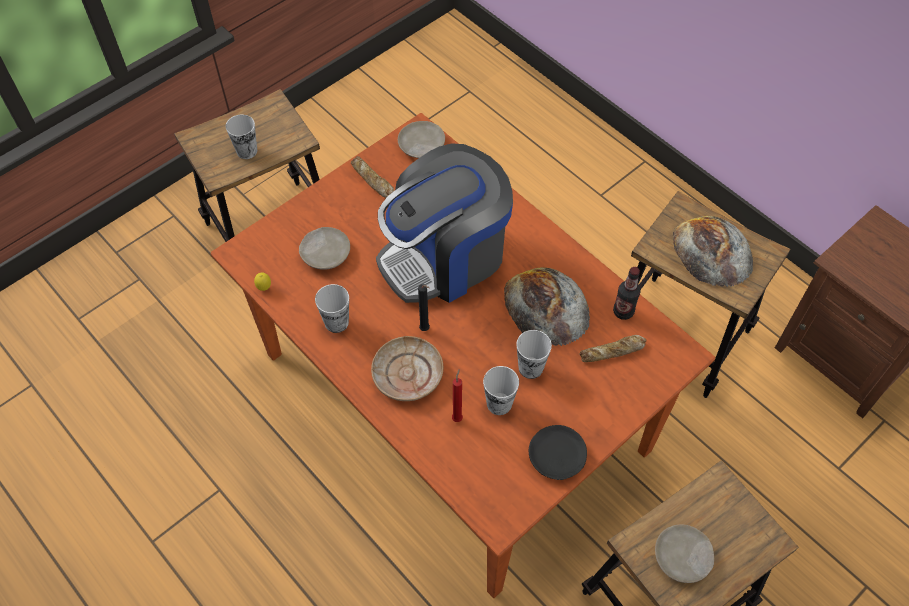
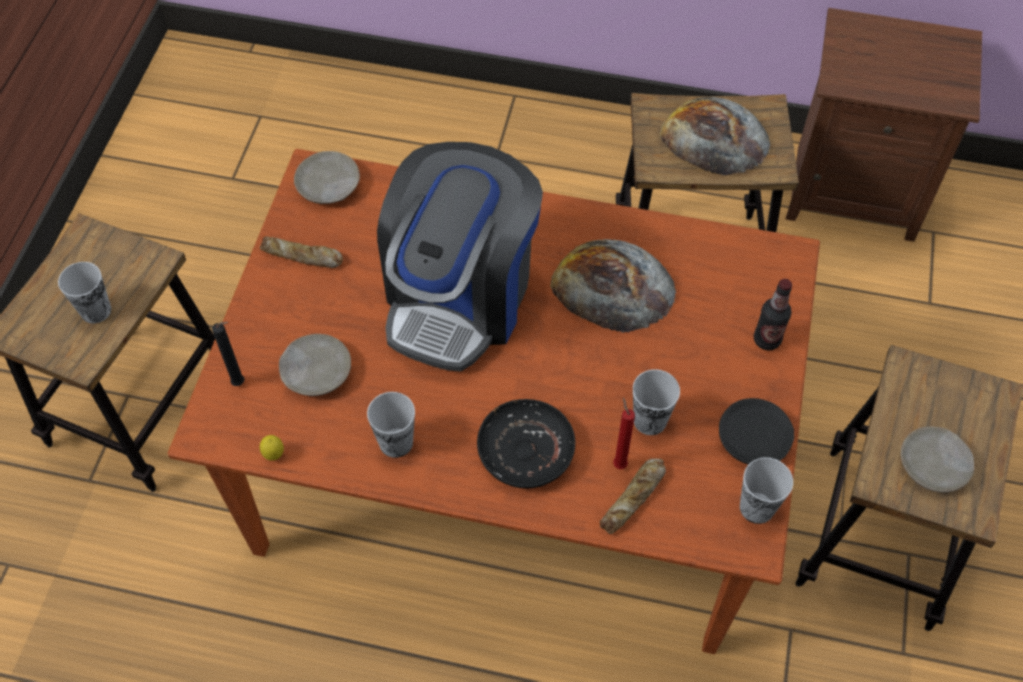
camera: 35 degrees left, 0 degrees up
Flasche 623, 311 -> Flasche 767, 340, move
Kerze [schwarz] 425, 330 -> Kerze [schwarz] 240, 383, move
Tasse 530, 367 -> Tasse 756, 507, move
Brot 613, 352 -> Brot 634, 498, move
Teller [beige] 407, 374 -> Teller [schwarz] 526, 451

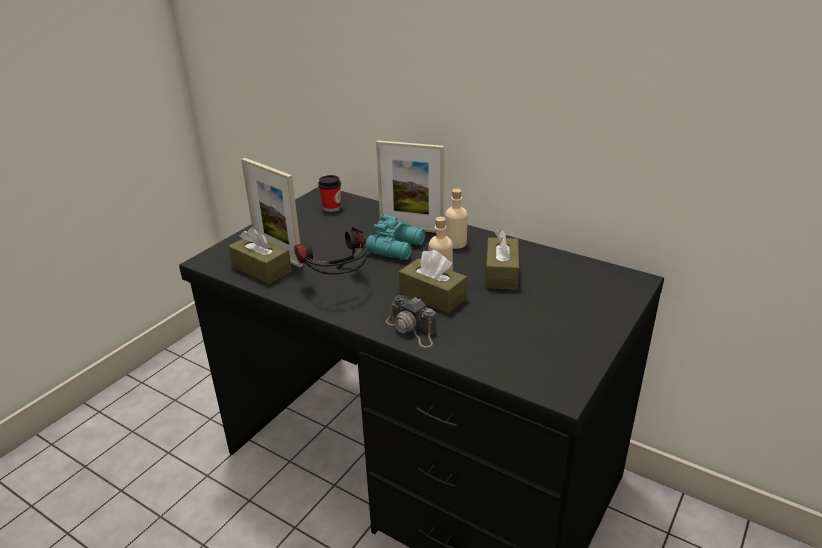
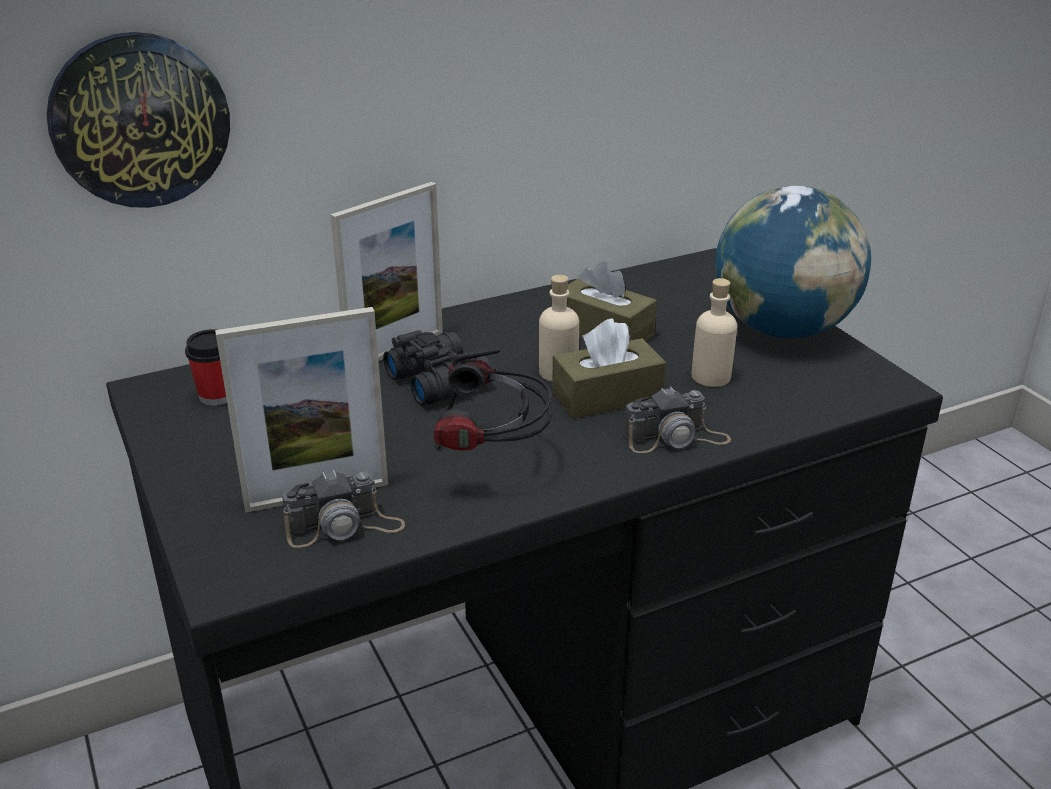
camera: 60 degrees left, 0 degrees up
Flasche [beige] 455, 243 -> Flasche [beige] 711, 377, move
Fernglas [türkis] 398, 247 -> Fernglas [schwarz] 439, 379
Taschentuchbox [braun] 261, 269 -> Kamera 344, 526
none -> Wanduhr 140, 120
none -> Globus 783, 329

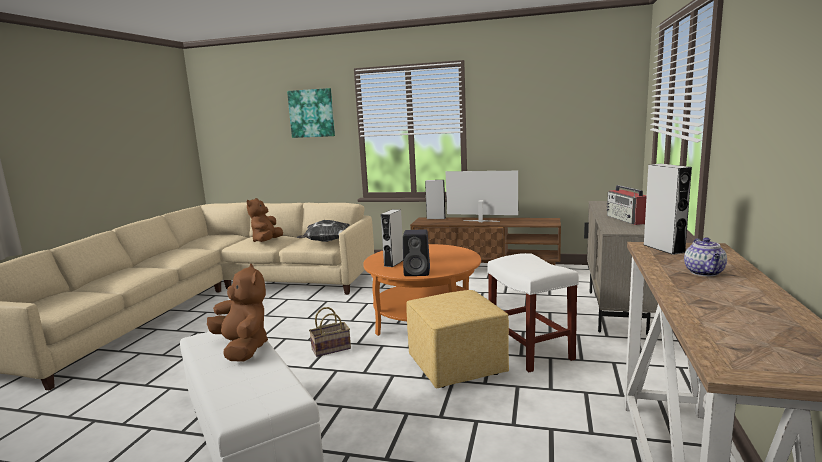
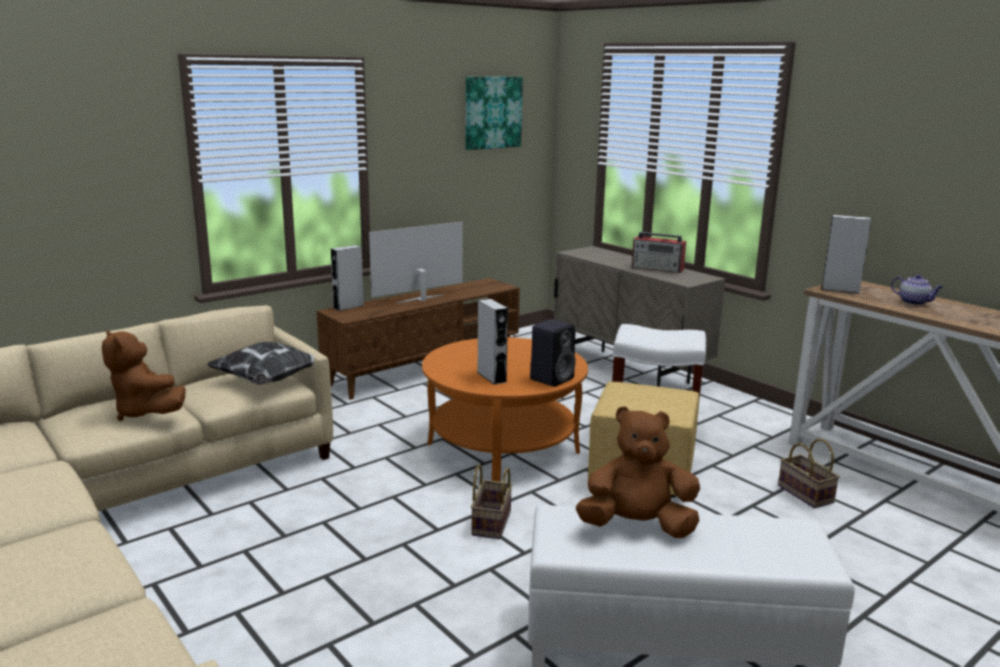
camera: 55 degrees left, 5 degrees up
Bild 311, 113 -> Bild 492, 112, move
none -> Korb 803, 494

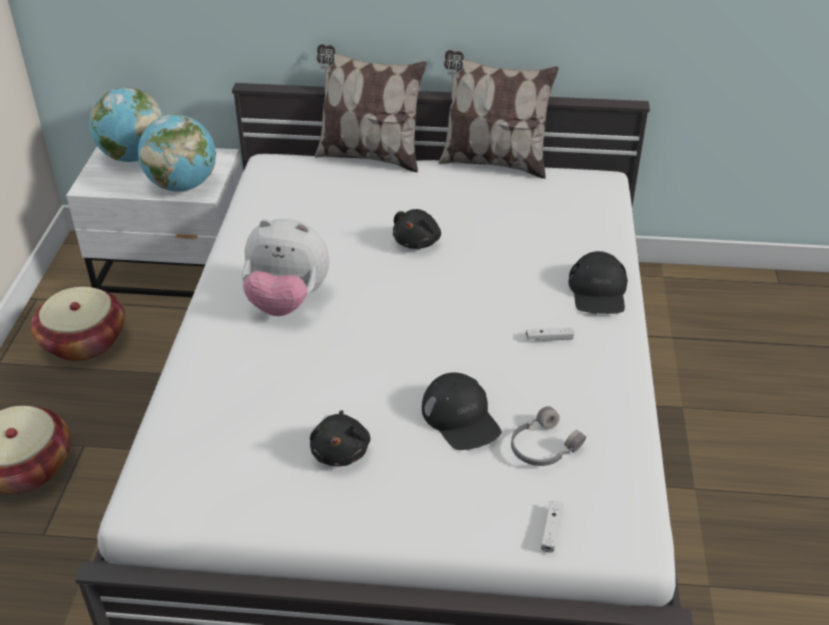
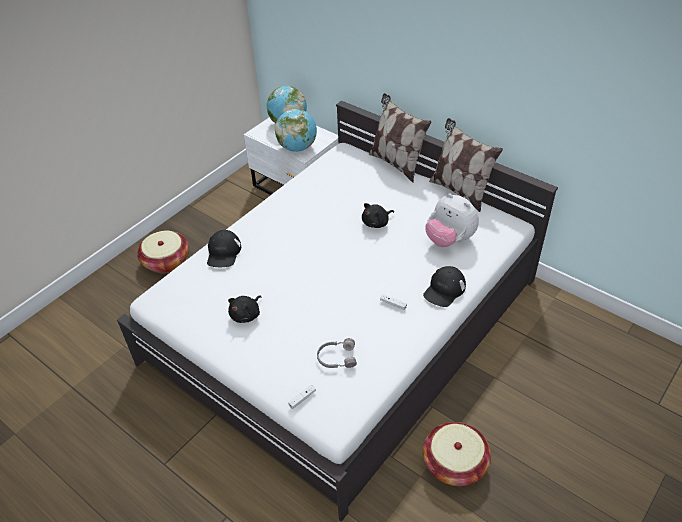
camera: 35 degrees right, 5 degrees up
Plüschtier 287, 302 -> Plüschtier 449, 240, move
Korb 84, 341 -> Korb 454, 463, move
Kappe [schwarz] 461, 418 -> Kappe [schwarz] 223, 252, move

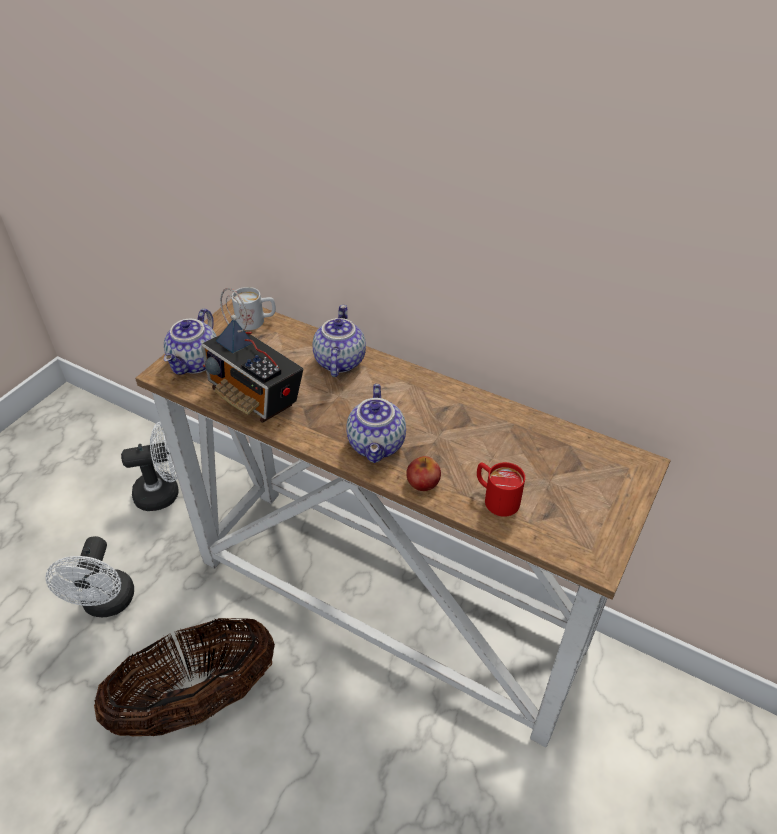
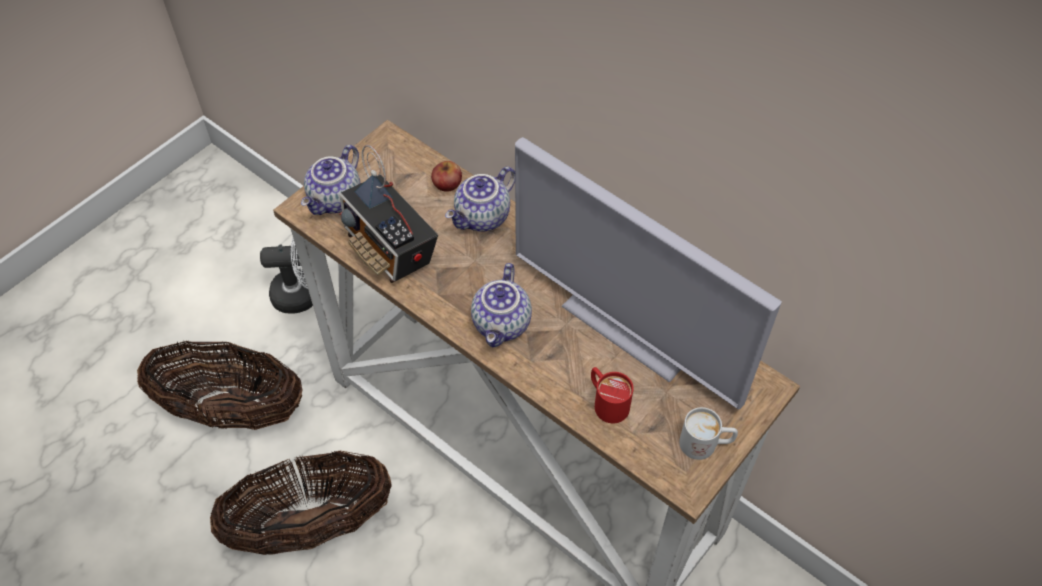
camera: 10 degrees right, 10 degrees up
Henkelbecher [weiß] 256, 321 -> Henkelbecher [weiß] 706, 444, move
Teekanne 338, 361 -> Teekanne 483, 218, 150 degrees counterclockwise
Apfel 423, 481 -> Apfel 447, 183, move
Ventilator [weiß] 107, 604 -> Korb 232, 410
none -> Fernseher 629, 328

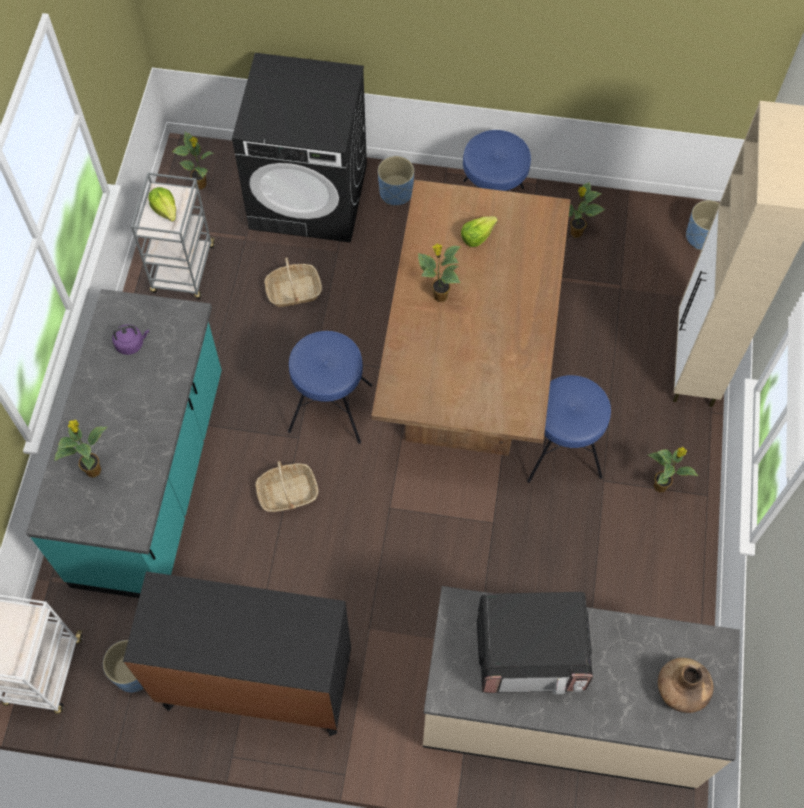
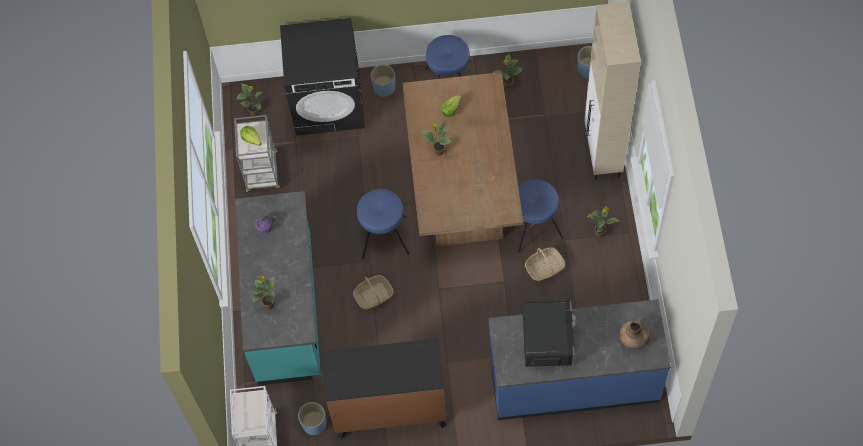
camera: 10 degrees left, 0 degrees up
Korb 294, 292 -> Korb 544, 268, move
Küchenzeile [beige] 562, 711 -> Küchenzeile [blau] 573, 379
Mikrowelle 531, 651 -> Mikrowelle 547, 340, 75 degrees counterclockwise

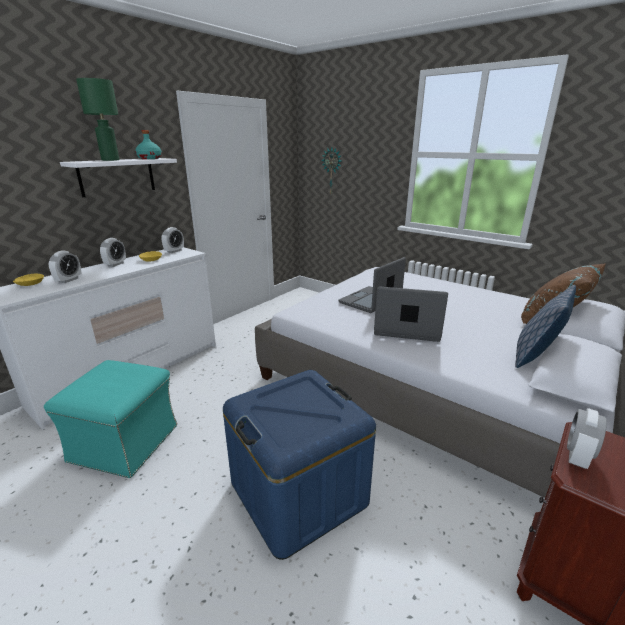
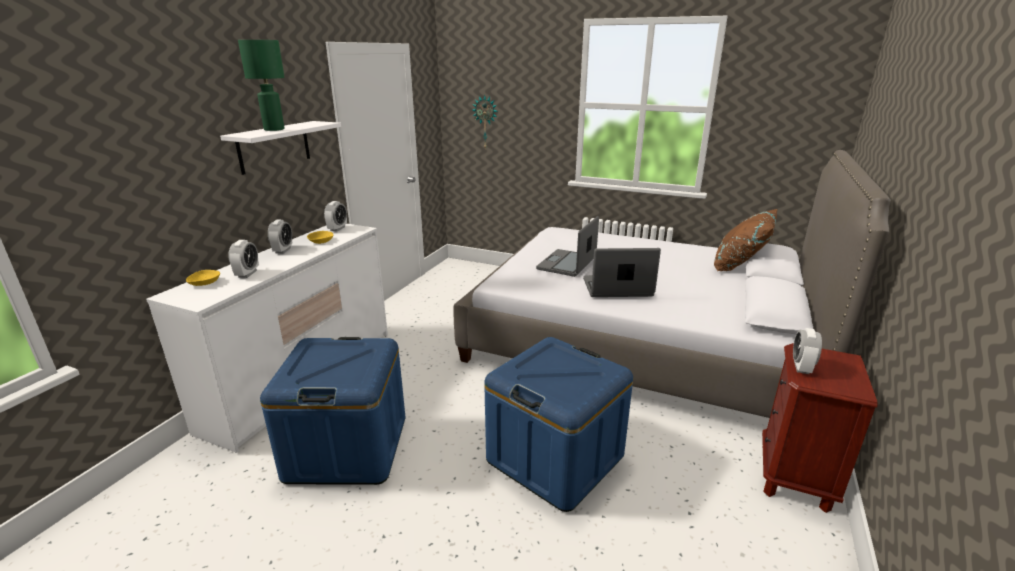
camera: 15 degrees left, 0 degrees up
Flasche [türkis] 150, 158 -> none
Kissen 535, 356 -> none
Polsterhocker [türkis] 125, 442 -> Aufbewahrungsbox [blau] 347, 448

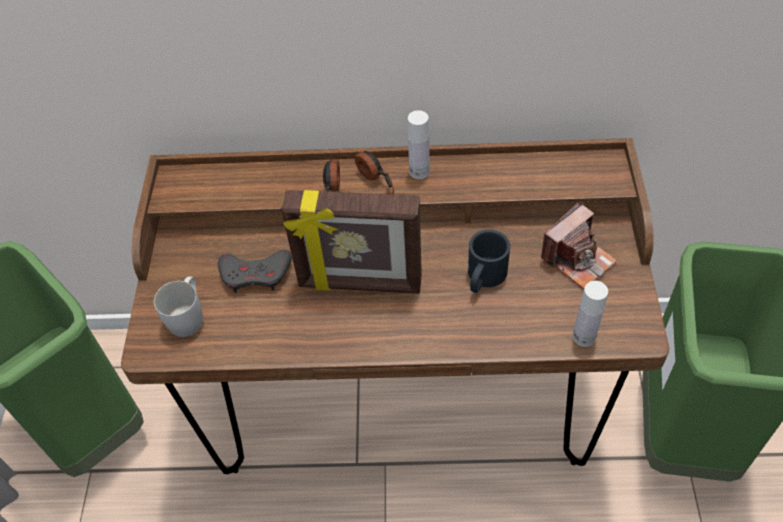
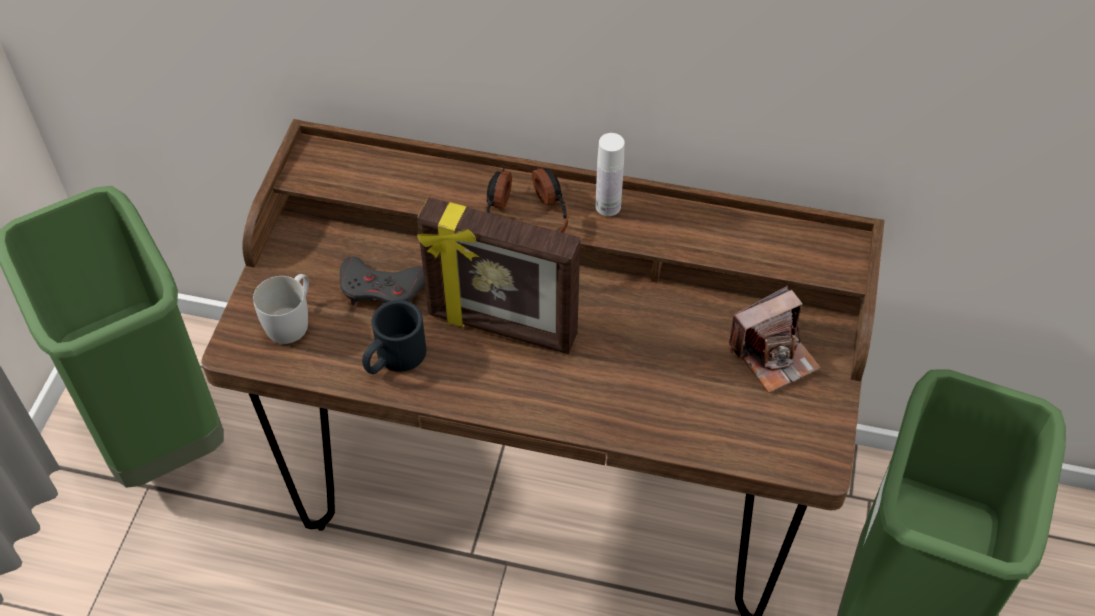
camera: 10 degrees right, 0 degrees up
Henkelbecher [schwarz] 483, 278 -> Henkelbecher [schwarz] 393, 359, move
Flasche [weiß] 584, 337 -> none

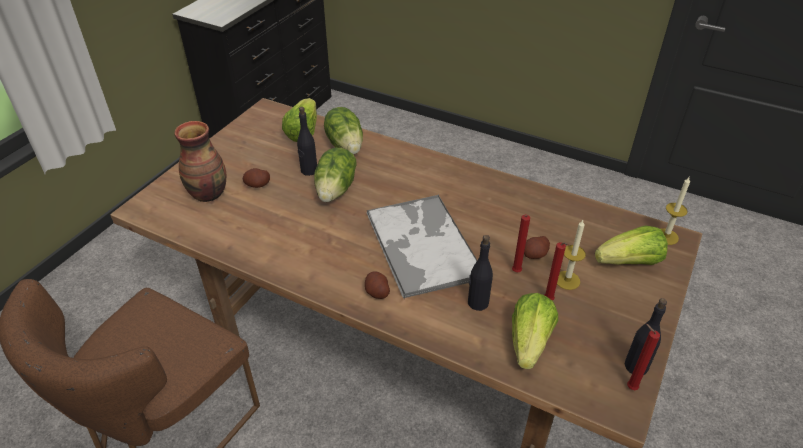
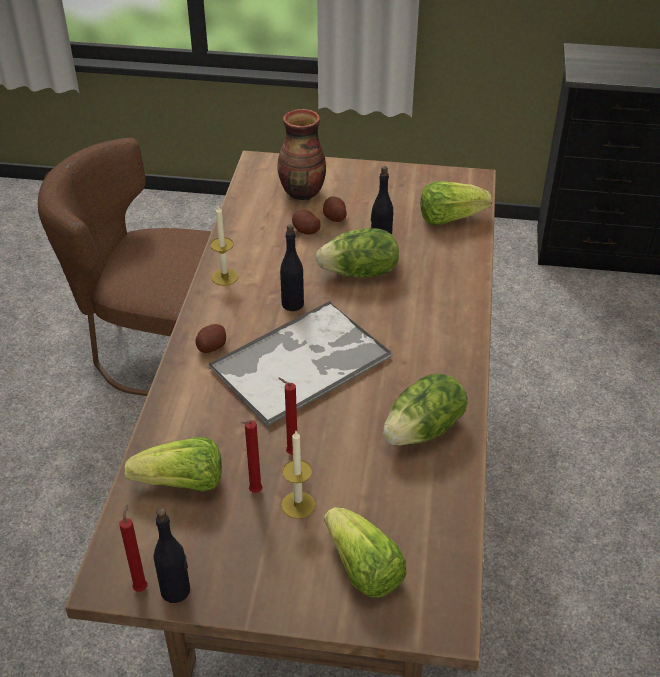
camera: 70 degrees right, 0 degrees up
Salatkopf 346, 145 -> Salatkopf 424, 430, move
Kerze 666, 236 -> Kerze 224, 277, move
Flasche [schwarz] 477, 302 -> Flasche [schwarz] 292, 304, move
Kartoffel 535, 254 -> Kartoffel 306, 230, move

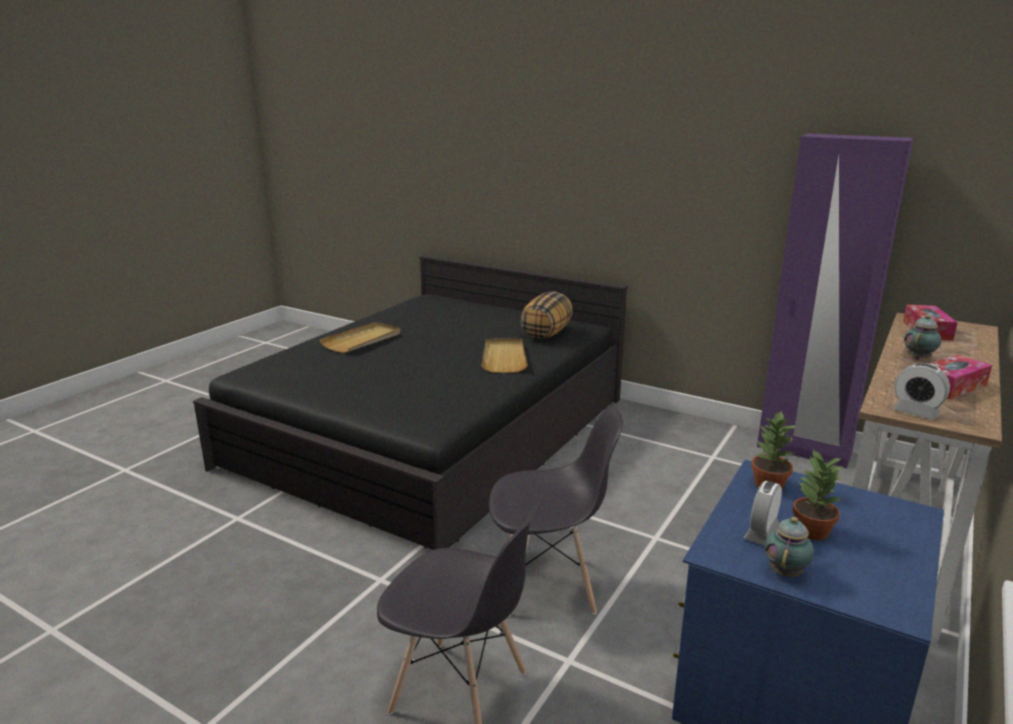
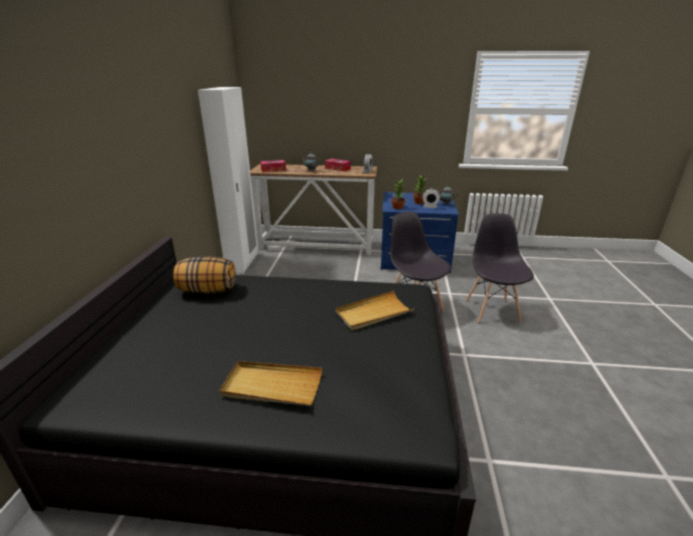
camera: 115 degrees left, 5 degrees up
Kleiderschrank [lila] 803, 450 -> Kleiderschrank [weiß] 243, 262
Tablett [beige] 504, 357 -> Tablett [beige] 373, 313, move

